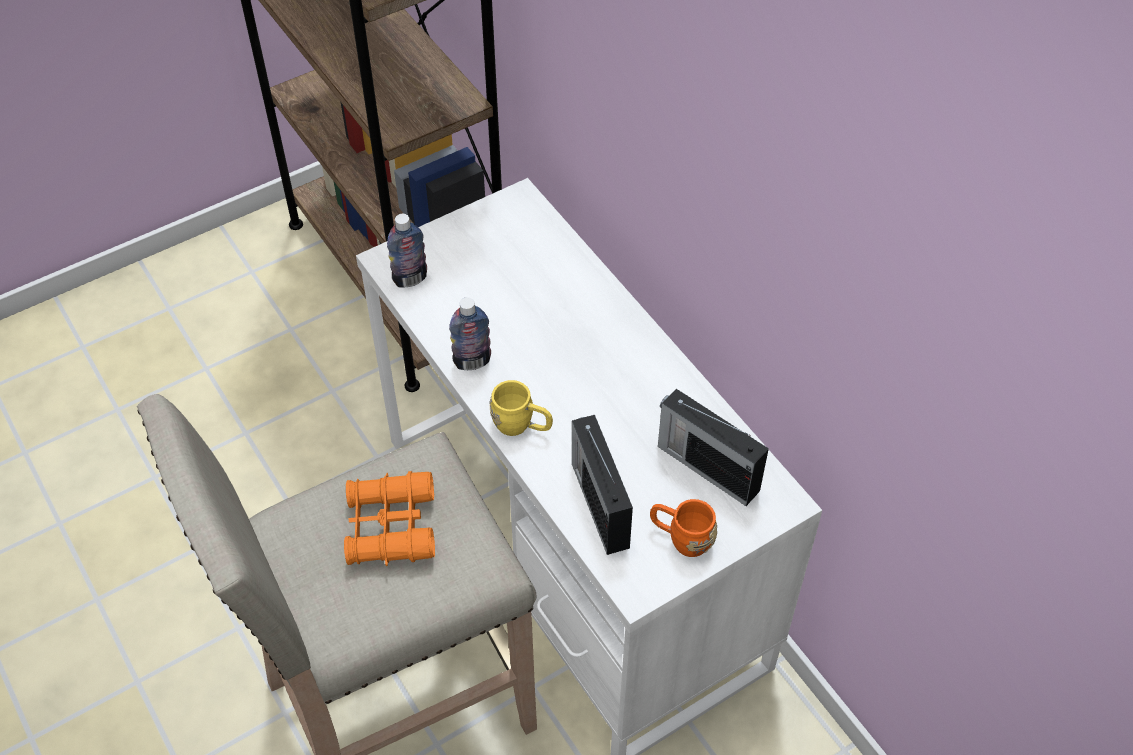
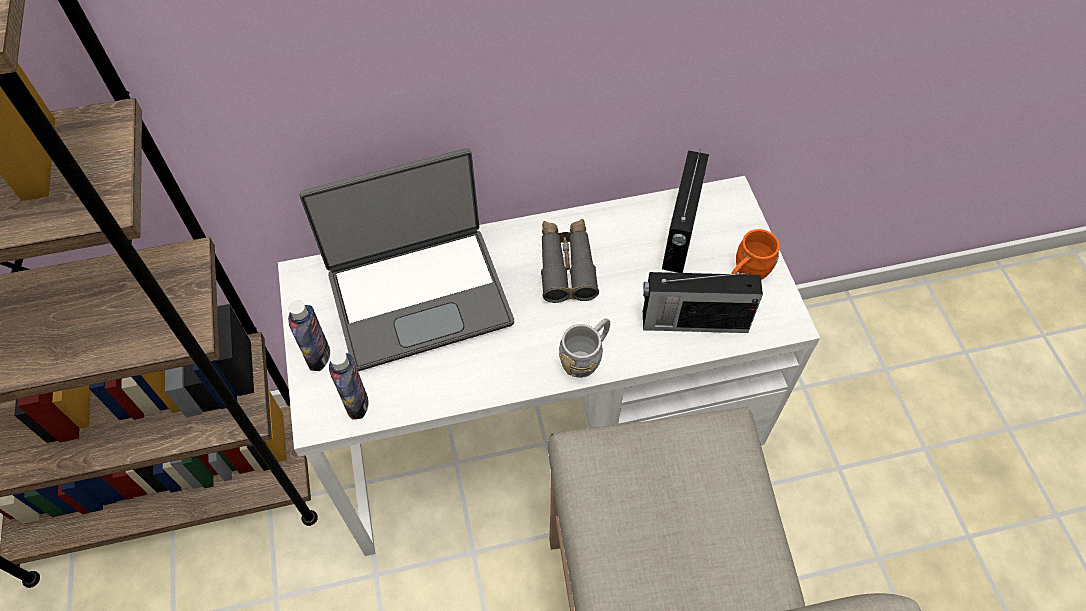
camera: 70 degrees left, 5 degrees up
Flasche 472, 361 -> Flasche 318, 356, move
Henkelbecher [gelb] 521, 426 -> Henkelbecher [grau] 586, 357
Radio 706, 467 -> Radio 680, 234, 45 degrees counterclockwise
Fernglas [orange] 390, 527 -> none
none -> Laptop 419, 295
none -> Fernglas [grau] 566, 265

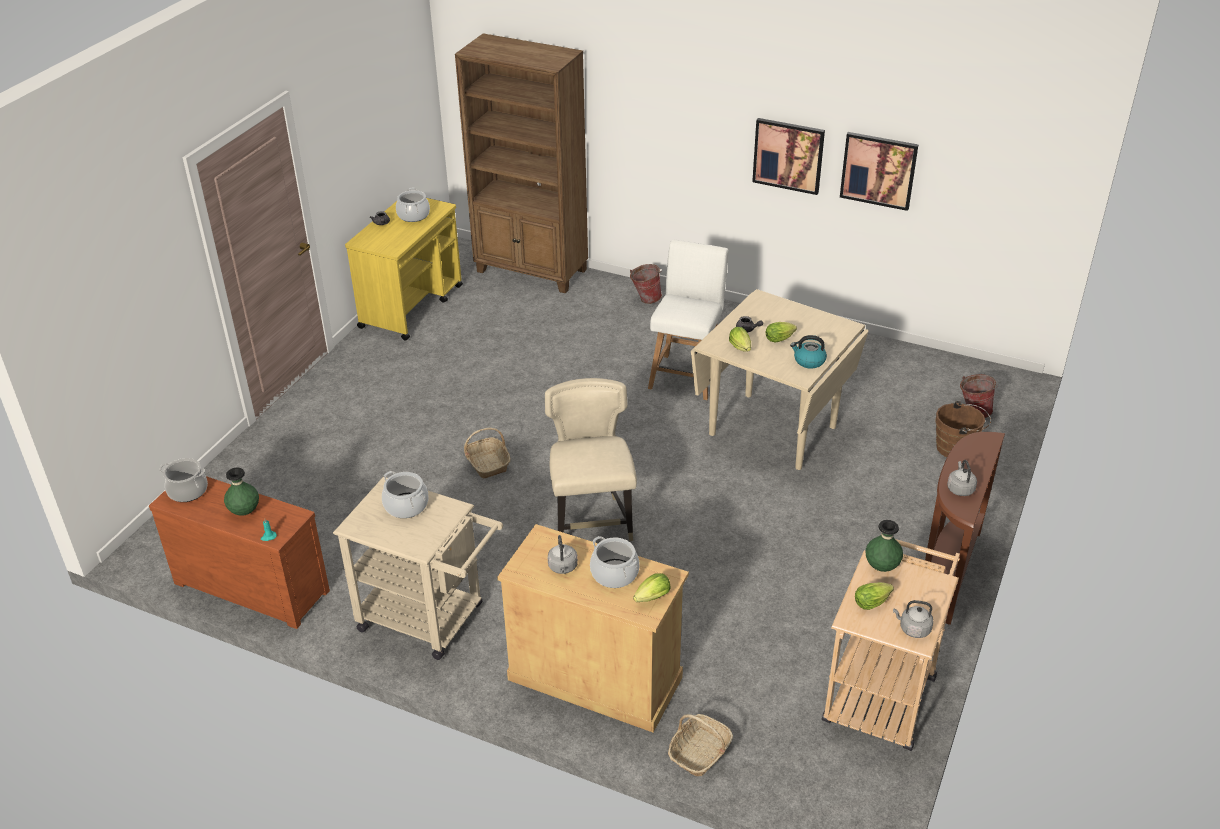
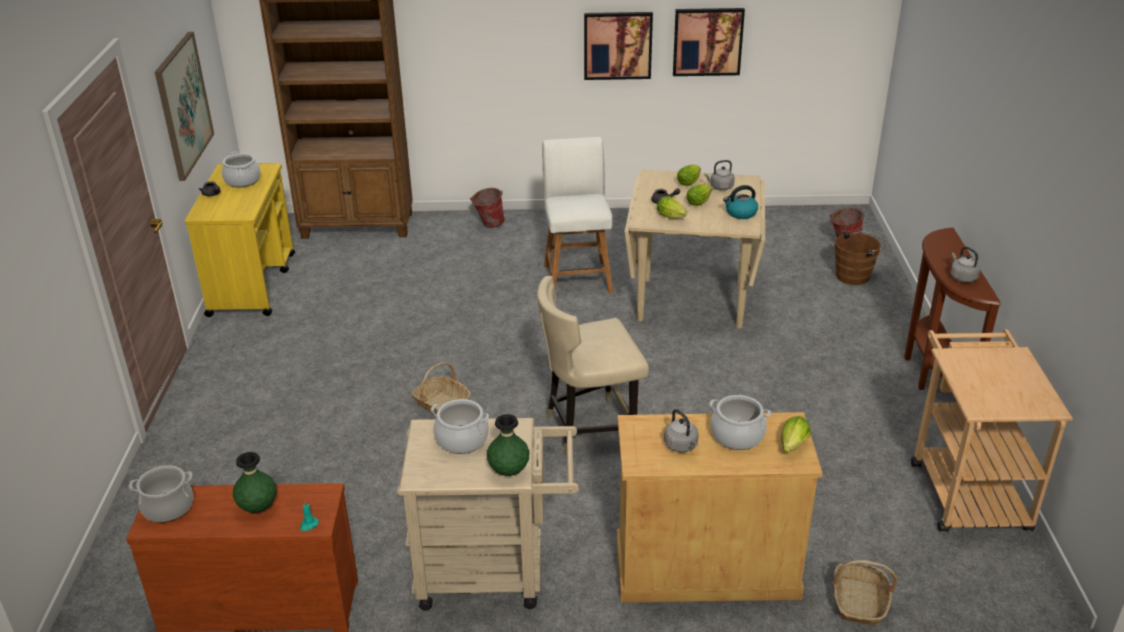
camera: 25 degrees left, 5 degrees down
Stuhl [beige] 592, 523 -> Stuhl [beige] 589, 427, 75 degrees counterclockwise
Vase [grün] 881, 566 -> Vase [grün] 509, 471, move
Salatkopf 873, 602 -> Salatkopf 689, 182, move
Wasserkessel [grau] 913, 629 -> Wasserkessel [grau] 720, 187, move
none -> Bild 183, 105

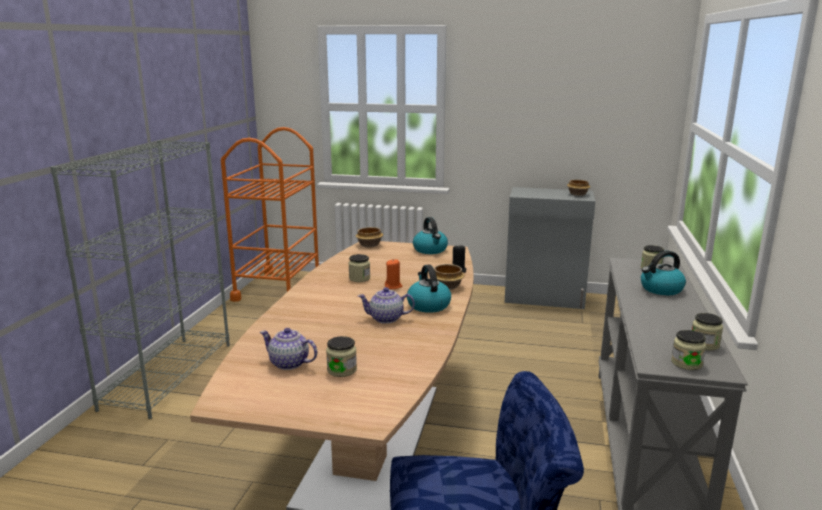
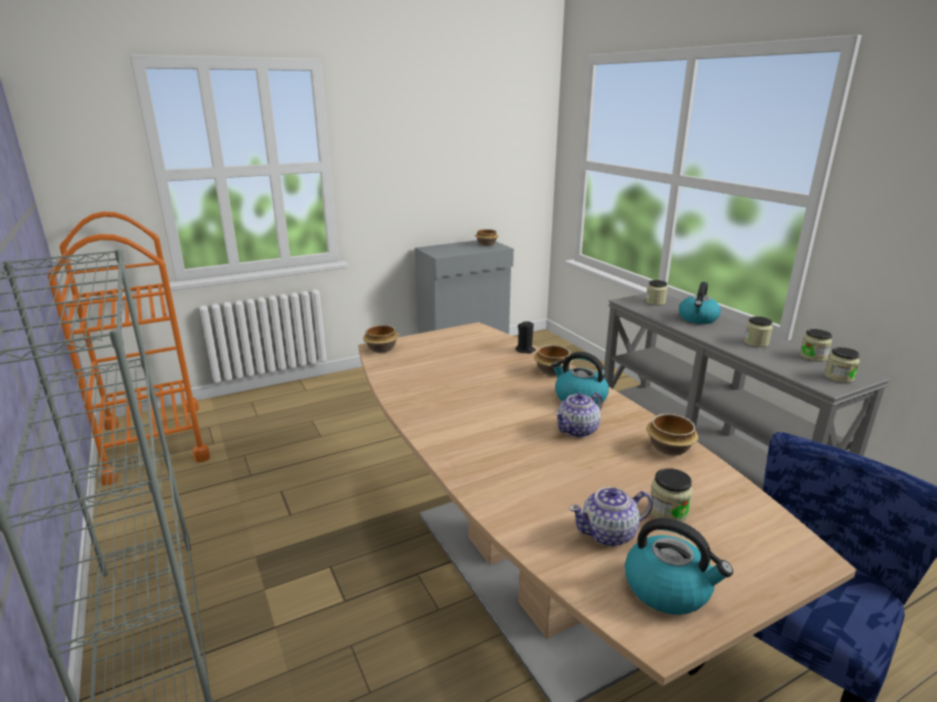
camera: 40 degrees left, 5 degrees up
Wasserkessel 430, 250 -> Wasserkessel 668, 588, move
Vorratsglas 359, 278 -> Vorratsglas 756, 343, move
Kerze [orange] 393, 286 -> none
none -> Schüssel 669, 447

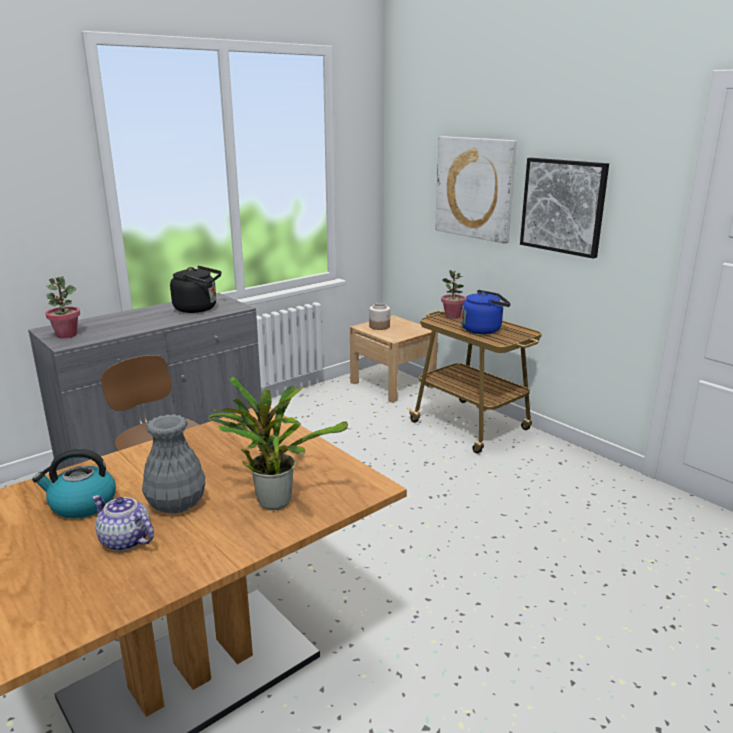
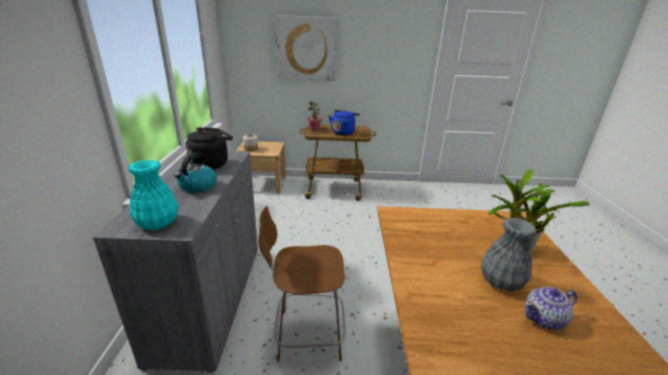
camera: 50 degrees left, 5 degrees up
Bild 563, 206 -> none
Topfpflanze 66, 335 -> Vase [türkis] 157, 223
Wasserkessel 82, 504 -> Wasserkessel 197, 186, move

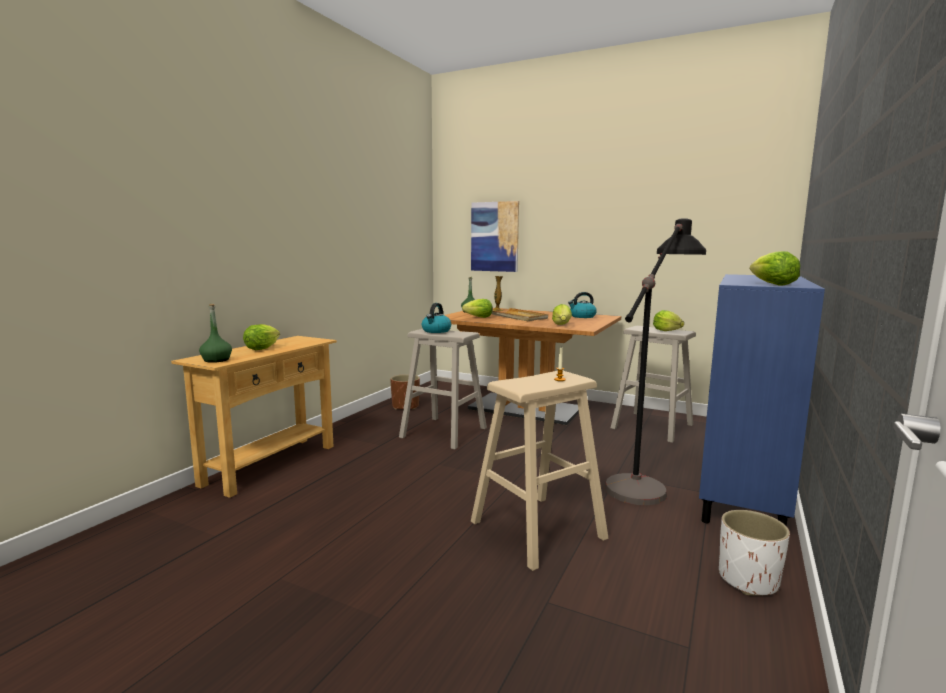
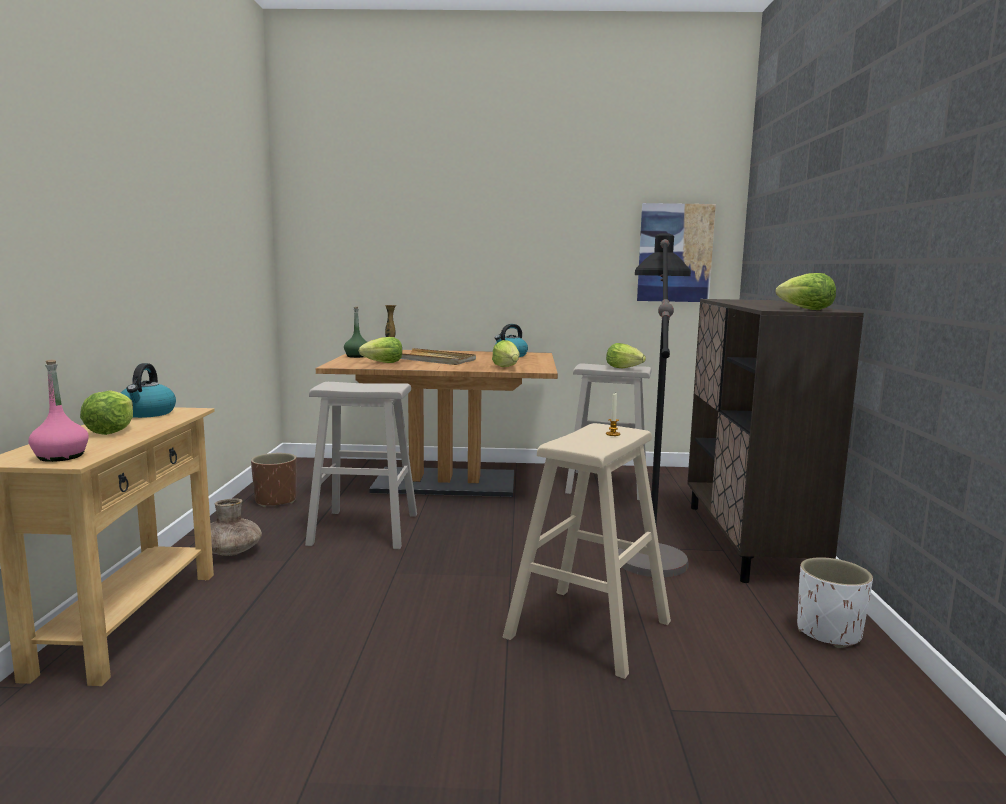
camera: 25 degrees left, 0 degrees up
Bild 494, 236 -> Bild 675, 253, move
Schrank [blau] 741, 490 -> Schrank [braun] 748, 541
Wasserkessel 436, 331 -> Wasserkessel 147, 413, move
Flasche [grün] 216, 360 -> Flasche [rosa] 61, 456
none -> Vase [braun] 230, 552

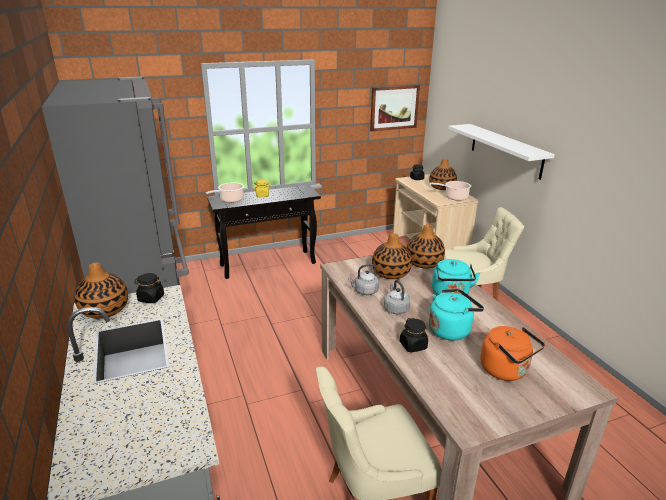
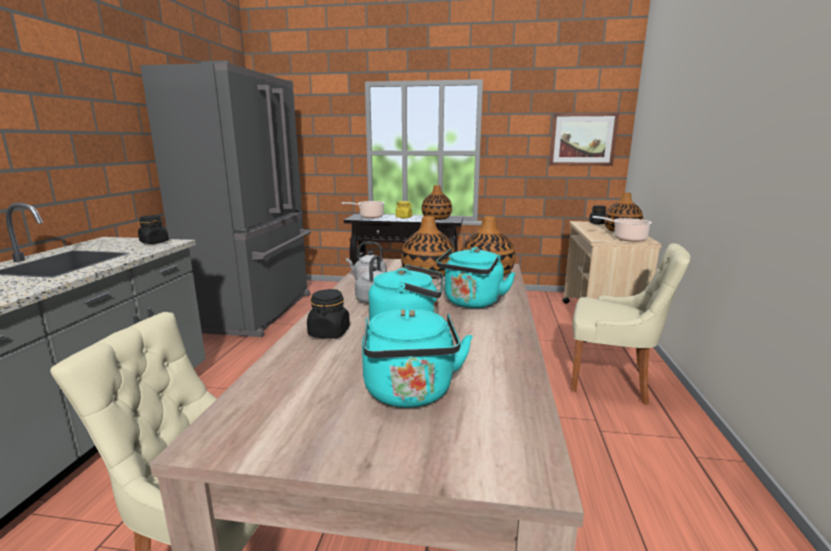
camera: 30 degrees right, 10 degrees down
Wandregal [weiß] 505, 150 -> none
Vase 104, 310 -> Vase 436, 218, move
Wasserkessel [orange] 506, 370 -> Wasserkessel [türkis] 410, 394

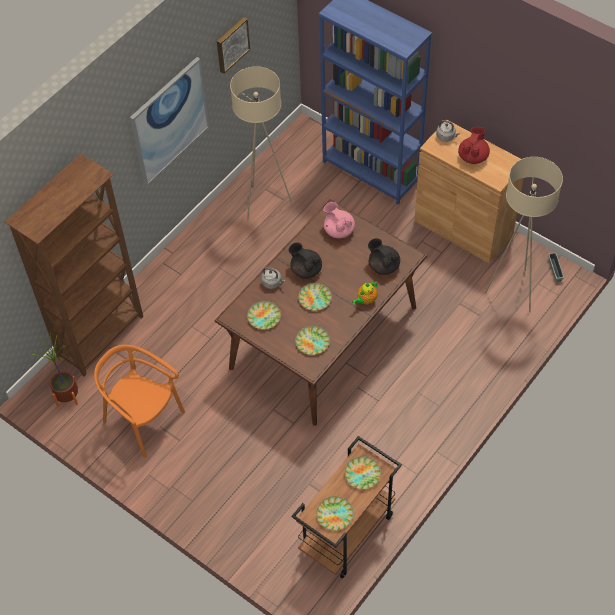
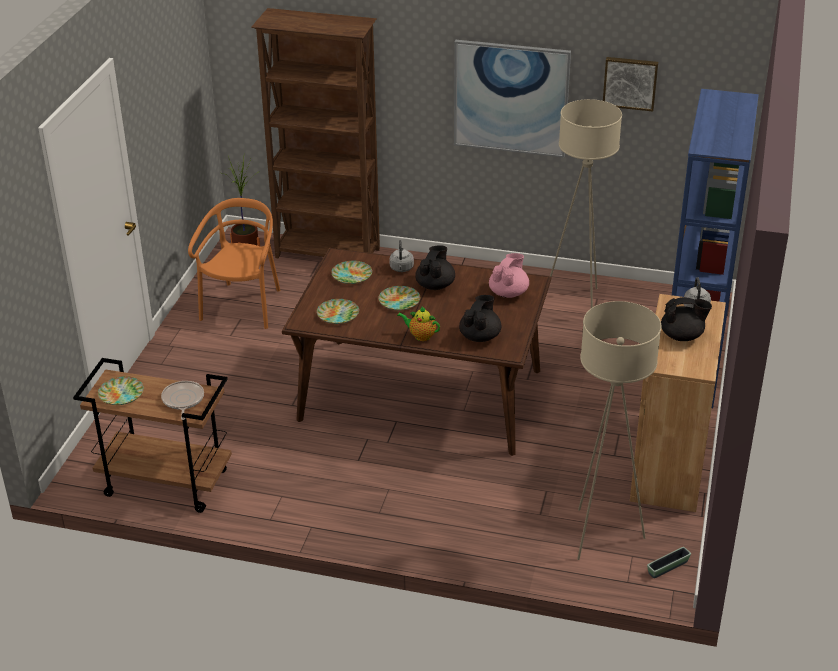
camera: 65 degrees right, 20 degrees down
Teekanne [rot] 473, 156 -> Teekanne [schwarz] 682, 336
Teller 362, 474 -> Pfanne 183, 400

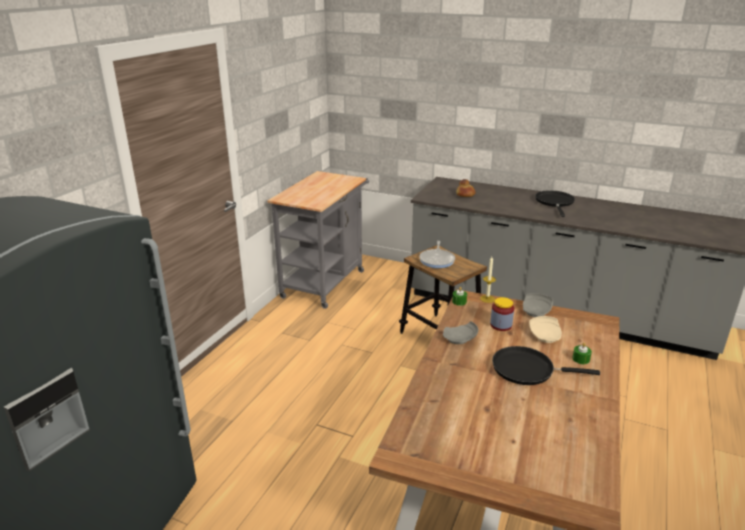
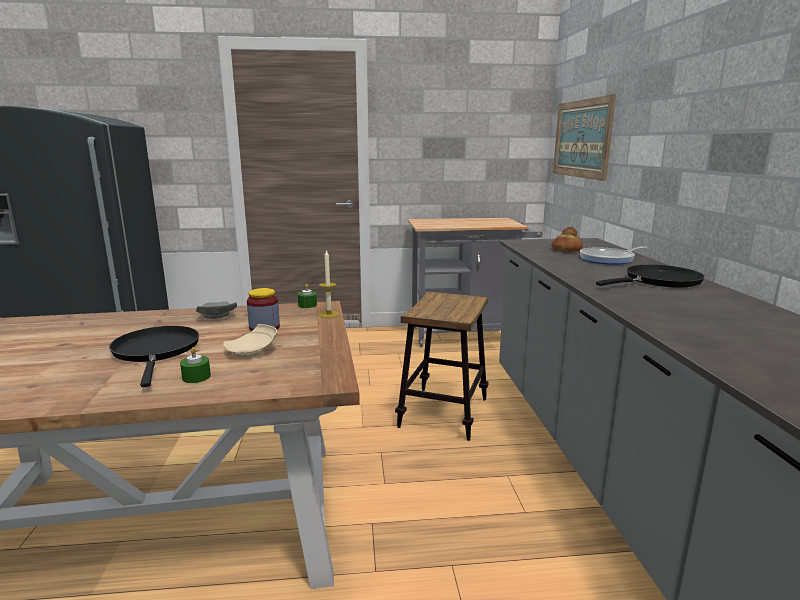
camera: 60 degrees right, 10 degrees down
Pfanne 437, 260 -> Pfanne 609, 259, move
Teller [grau] 536, 311 -> none
none -> Bild 581, 139

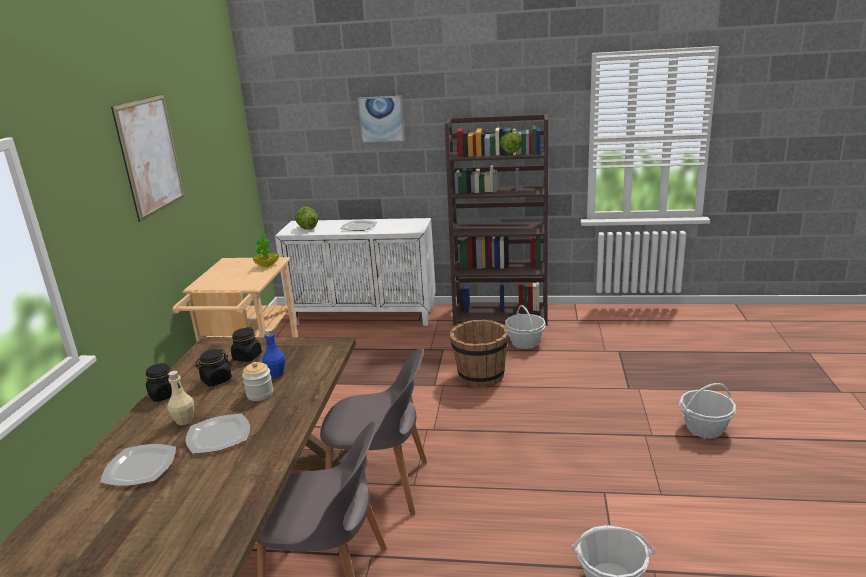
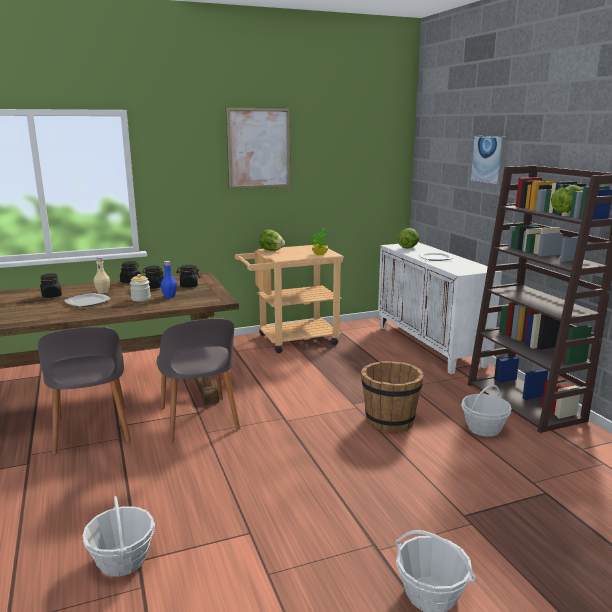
camera: 60 degrees right, 5 degrees down
Teller 139, 468 -> Vorratsglas [schwarz] 51, 296
none -> Salatkopf 271, 250

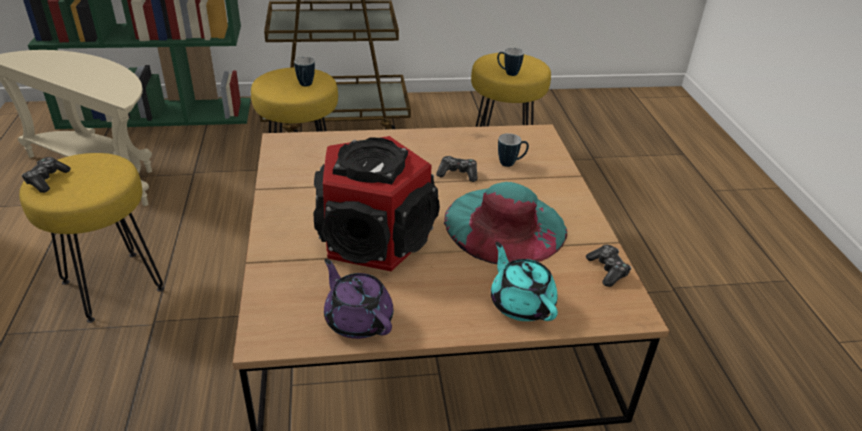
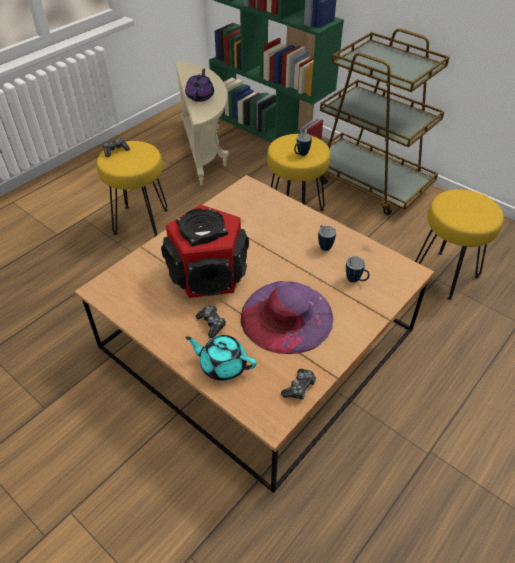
camera: 50 degrees right, 10 degrees up
Henkelbecher 508, 73 -> Henkelbecher 324, 245, move
Gamepad 458, 174 -> Gamepad 211, 323, move
Hut [türkis] 505, 225 -> Hut [lila] 287, 316
Teekanne [türkis] 521, 303 -> Teekanne [türkis] 222, 365, 90 degrees counterclockwise
Teekanne [lila] 358, 319 -> Teekanne [lila] 200, 96, move

